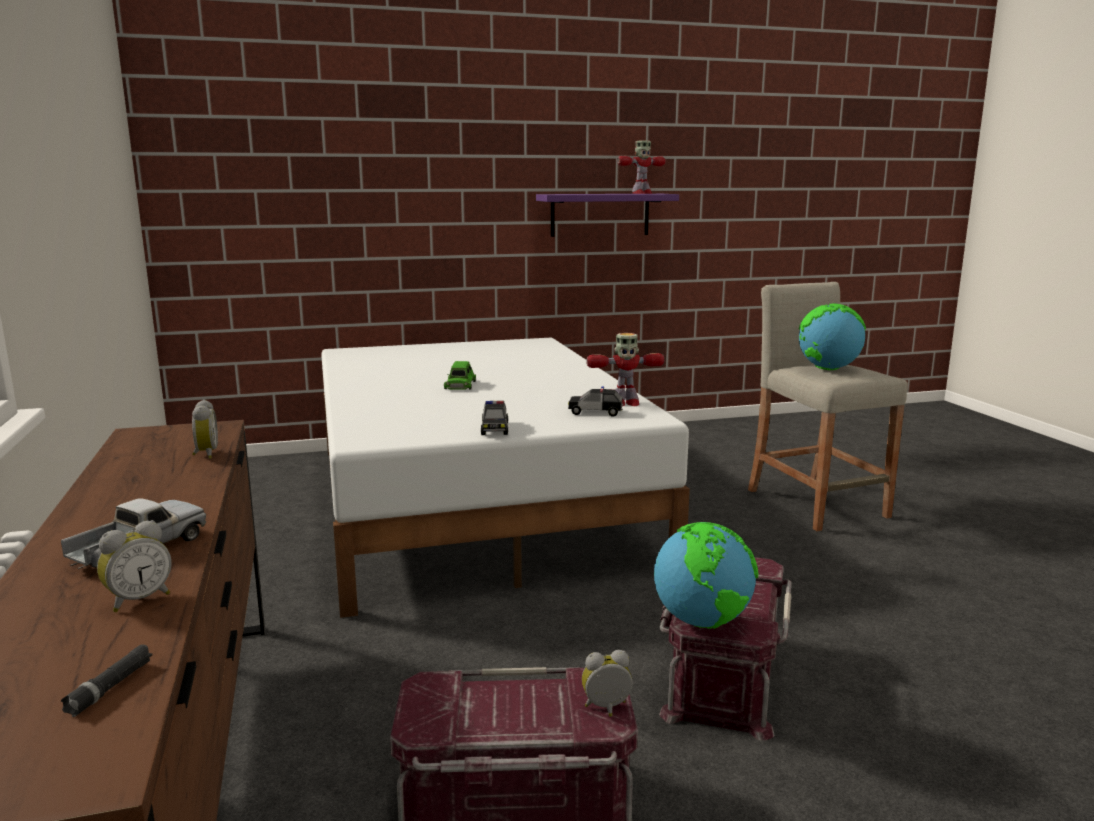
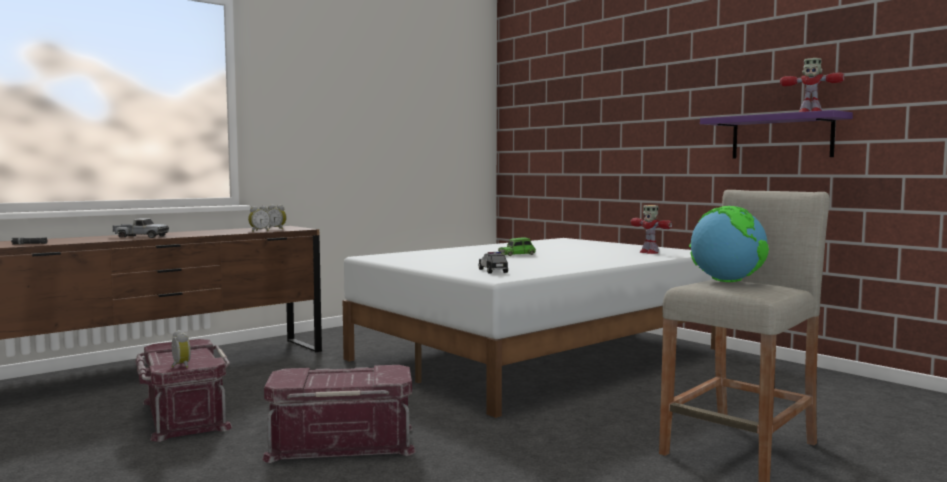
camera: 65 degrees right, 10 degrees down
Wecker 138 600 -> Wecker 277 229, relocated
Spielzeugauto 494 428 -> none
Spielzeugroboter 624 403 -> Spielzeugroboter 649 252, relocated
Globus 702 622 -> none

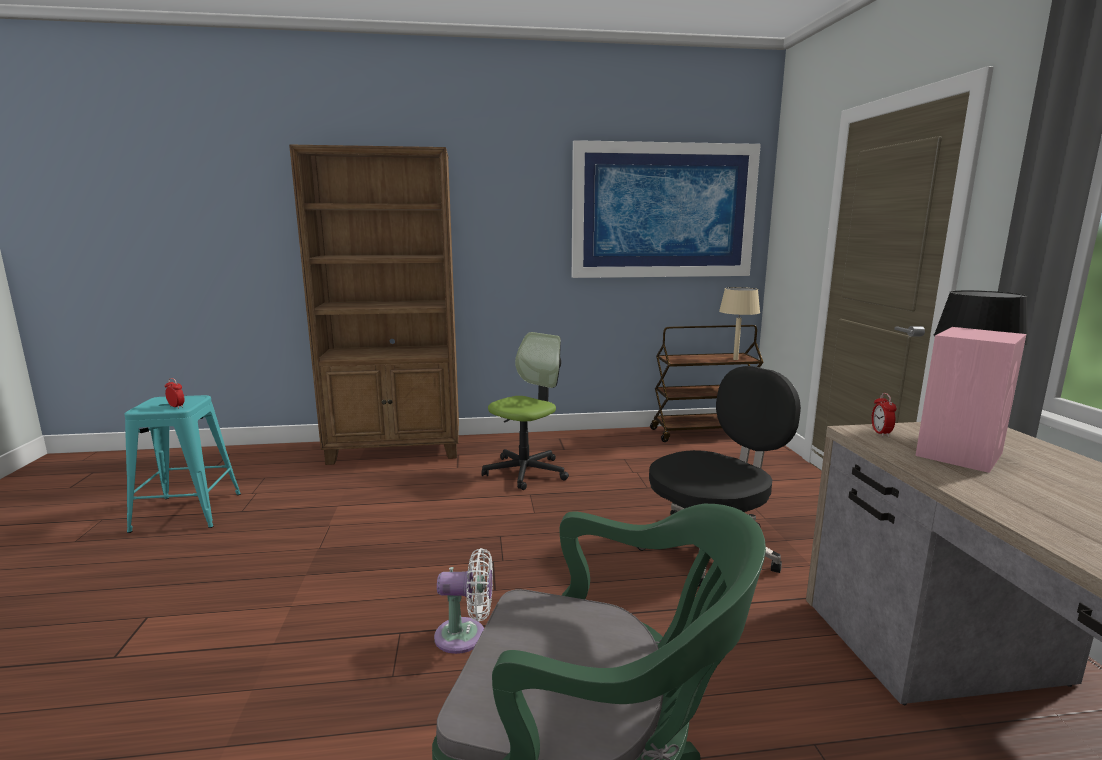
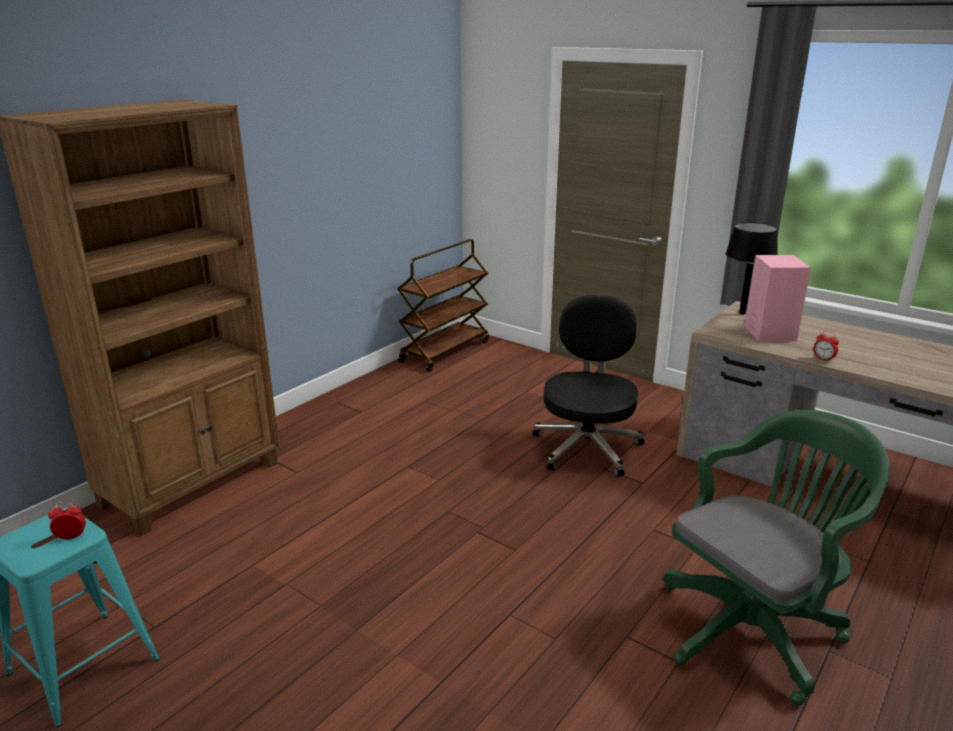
camera: 45 degrees left, 10 degrees up
Ventilator/weiß 466 636 -> none
Bürostuhl 525 472 -> none
Bild 663 211 -> none
Tischlampe/beige 735 359 -> none
Wecker 880 433 -> Wecker 823 359, relocated

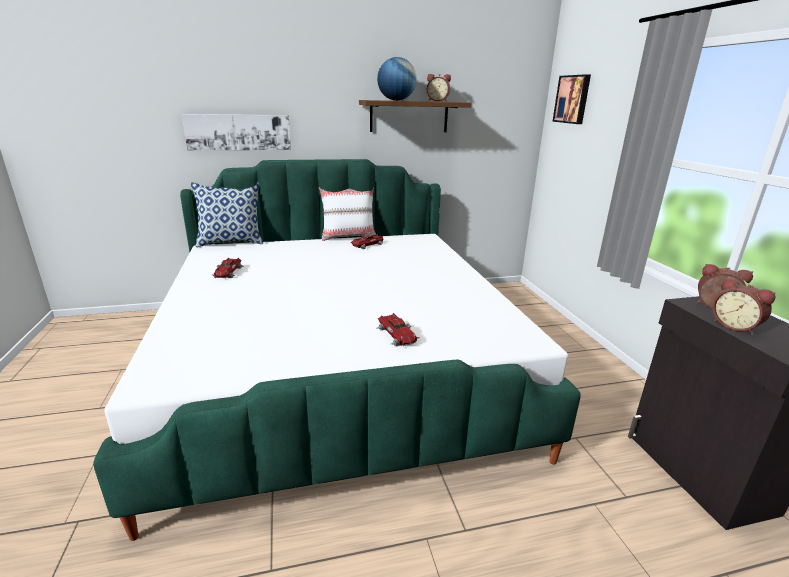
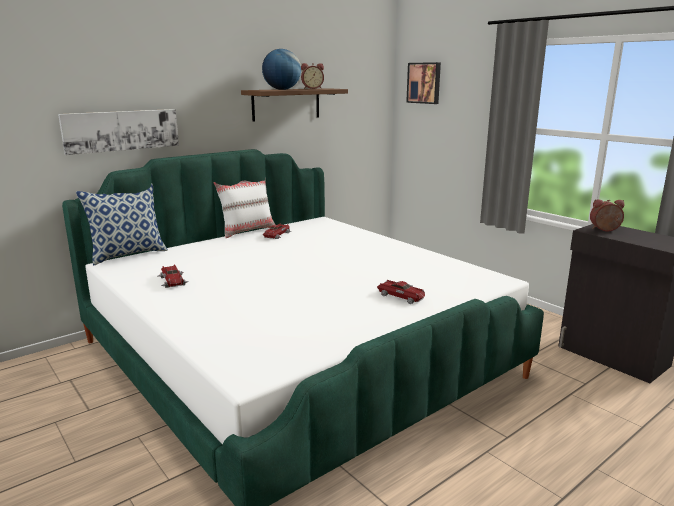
camera: 25 degrees left, 5 degrees down
Wecker 735 326 -> none

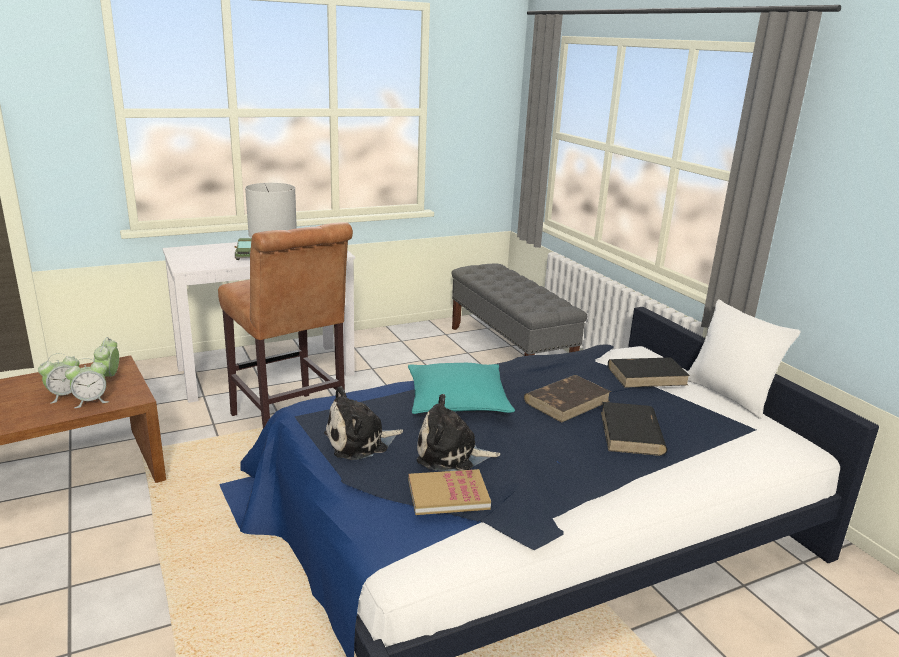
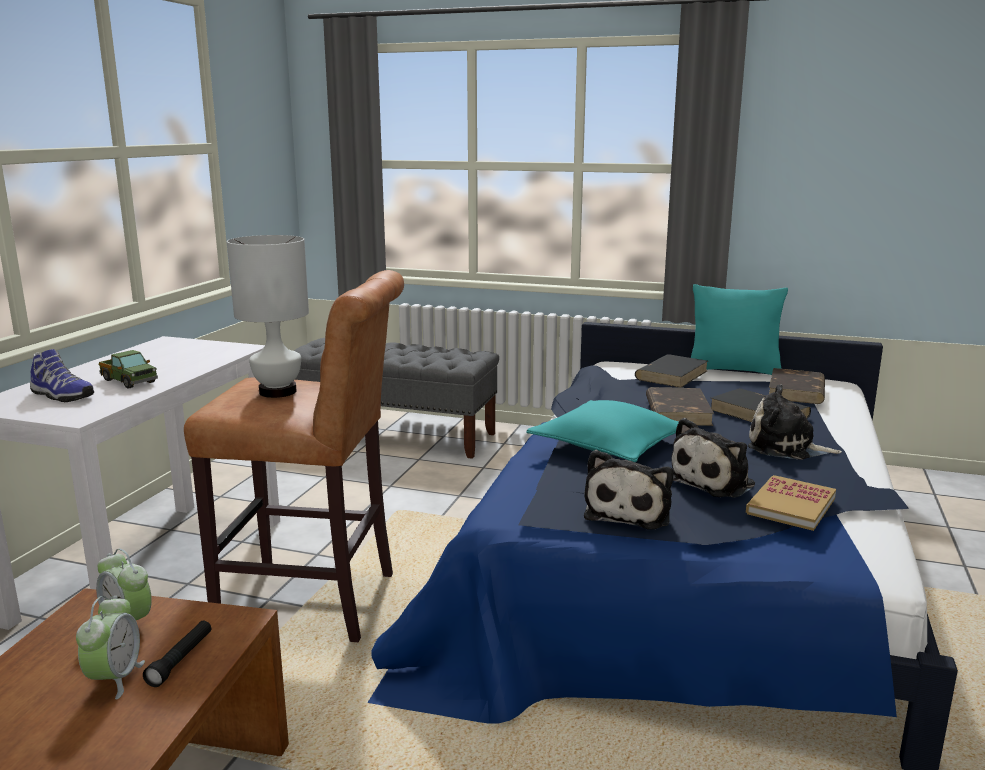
camera: 45 degrees left, 5 degrees down
Wecker 91 401 -> Taschenlampe/schwarz 181 660
Kissen/weiß 728 396 -> Kissen/türkis 733 370
none -> Schuh 60 396
none -> Plüschtier 786 447
none -> Buch/braun 796 391

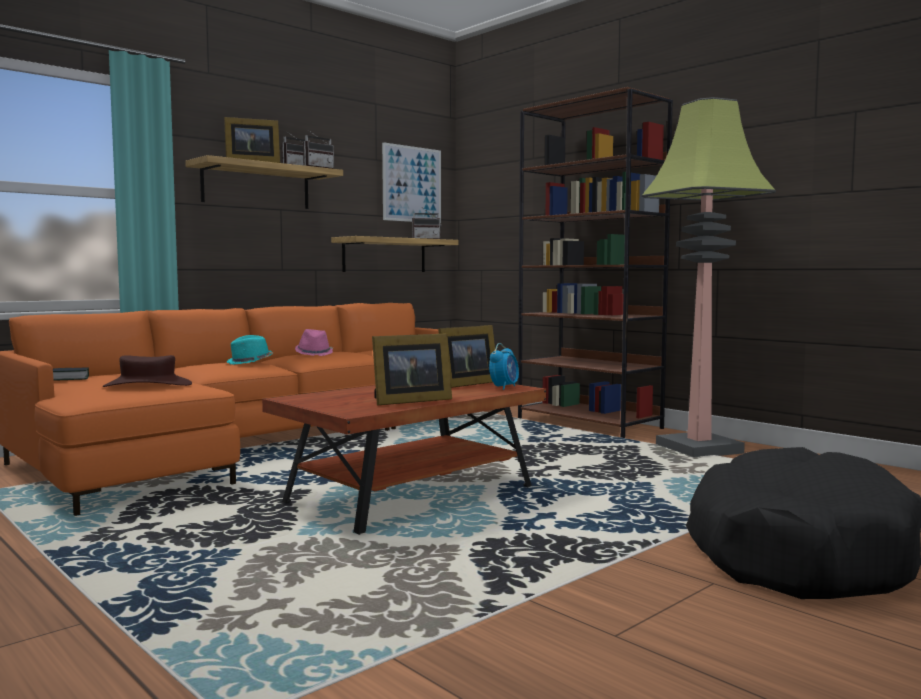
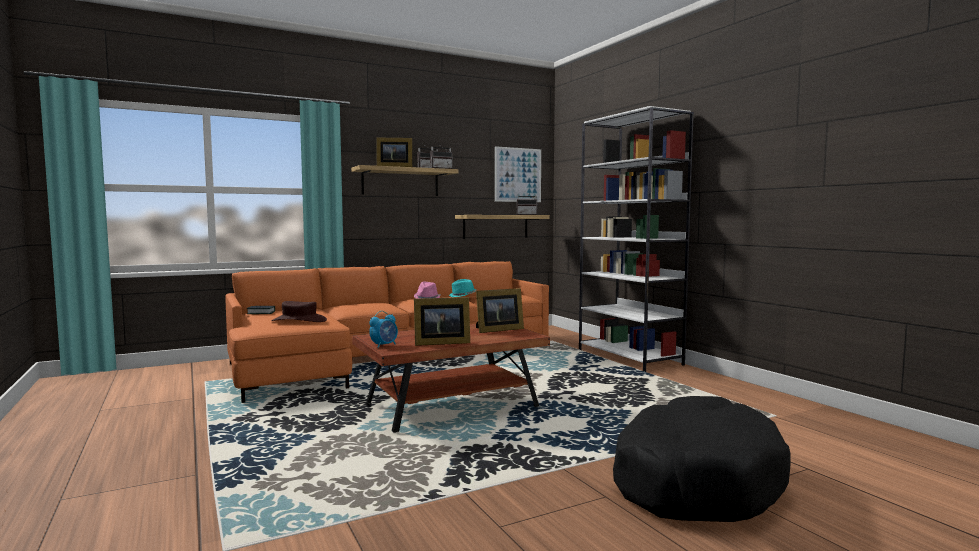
camera: 15 degrees right, 0 degrees up
Hut/türkis 250 362 -> Hut/türkis 463 296, relocated
Wecker 504 387 -> Wecker 384 345, relocated
Bücherregal/braun 589 423 -> Bücherregal/weiß 629 357
Stehlampe 700 449 -> none

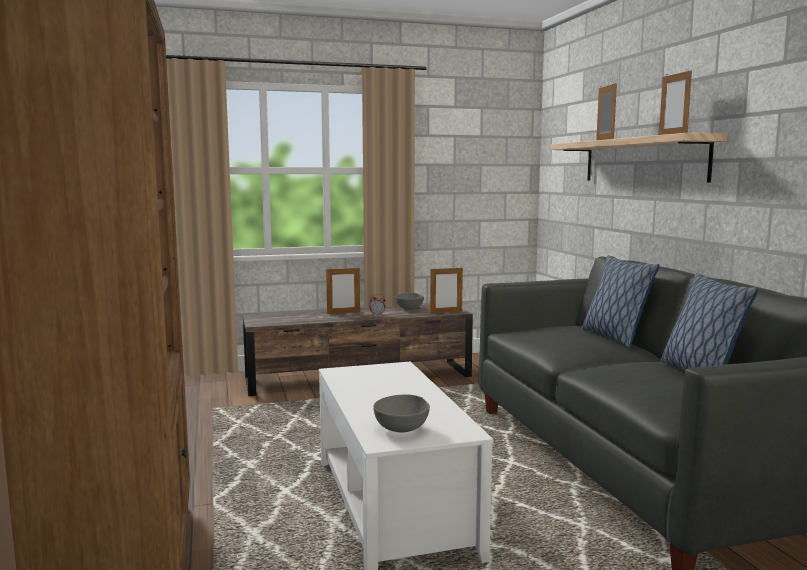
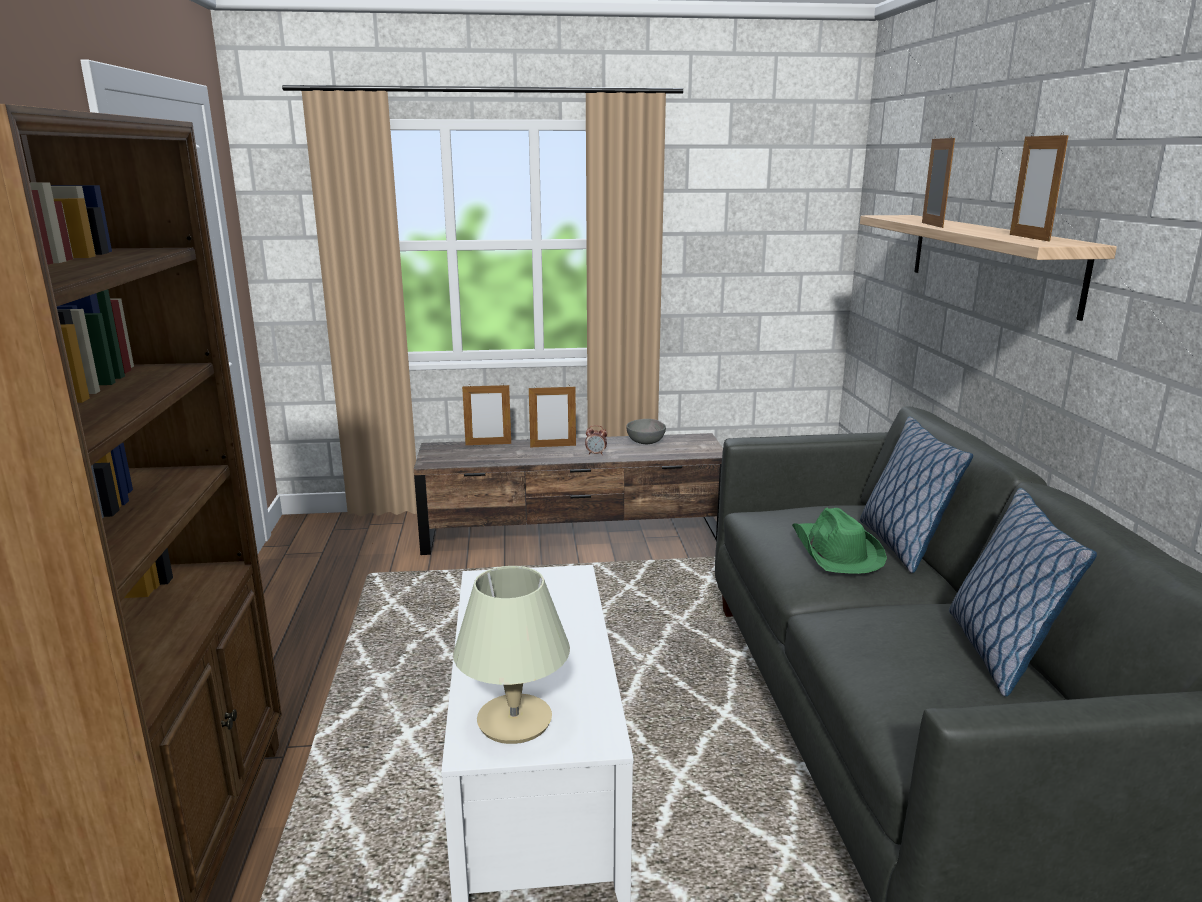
camera: 10 degrees right, 10 degrees up
Schüssel/grau 403 429 -> Tischlampe/beige 515 721
Bilderrahmen 446 312 -> Bilderrahmen 488 444, relocated
none -> Hut/grün 835 551

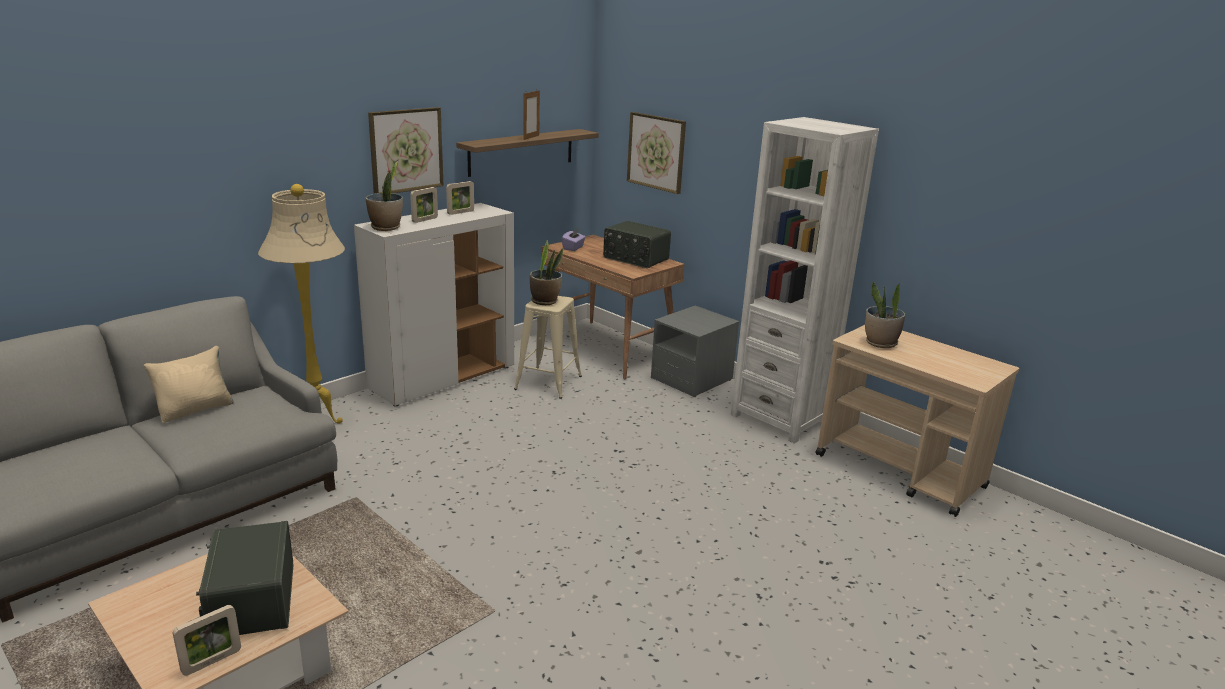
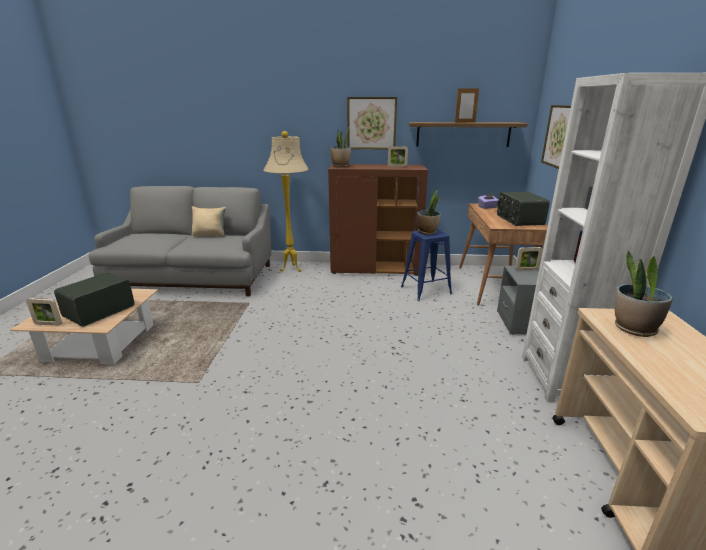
camera: 50 degrees right, 0 degrees up
Schrank/weiß 443 378 -> Schrank/braun 375 269
Bilderrahmen 425 220 -> Bilderrahmen 526 270, relocated
Hocker/beige 548 382 -> Hocker/blau 426 290

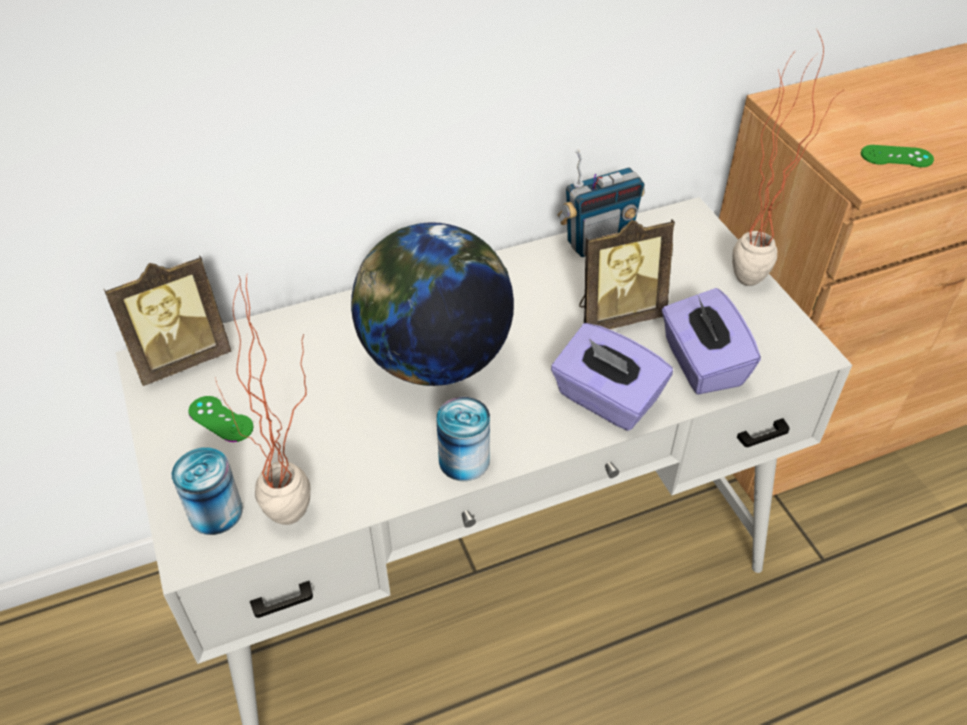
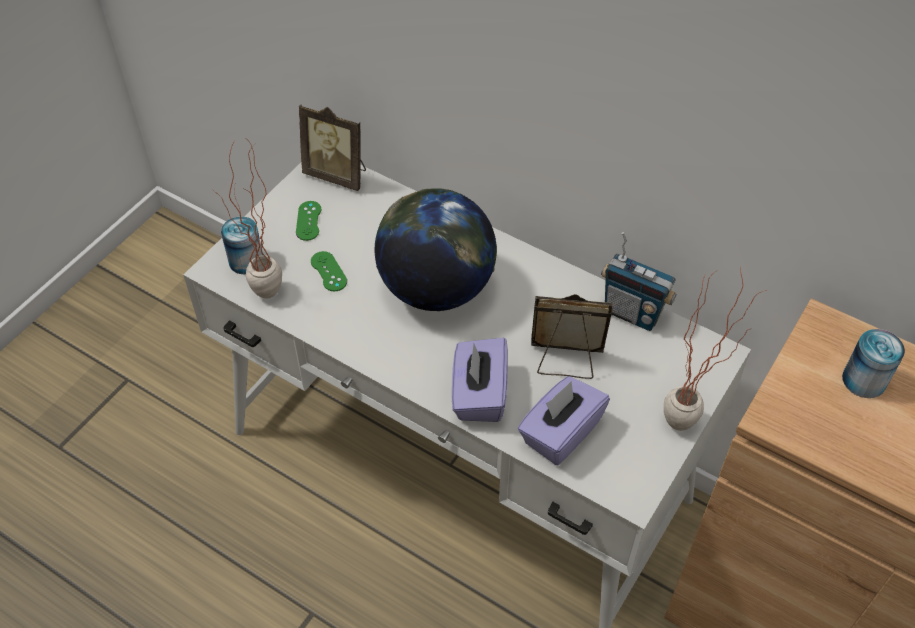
camera: 55 degrees right, 5 degrees up
Dose 464 460 -> Dose 864 380, relocated
Bilderrahmen 617 315 -> Bilderrahmen 565 362, 150 degrees clockwise
Gamepad/grün 896 157 -> Gamepad/grün 328 271, relocated

